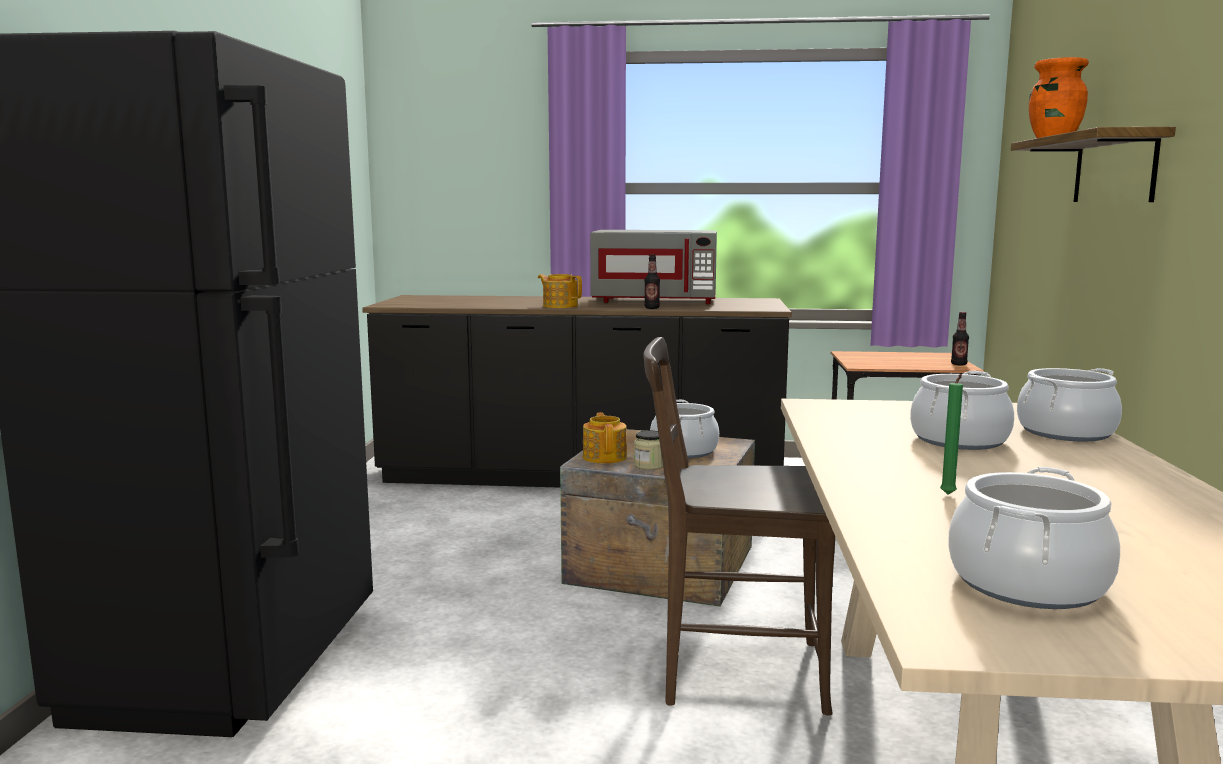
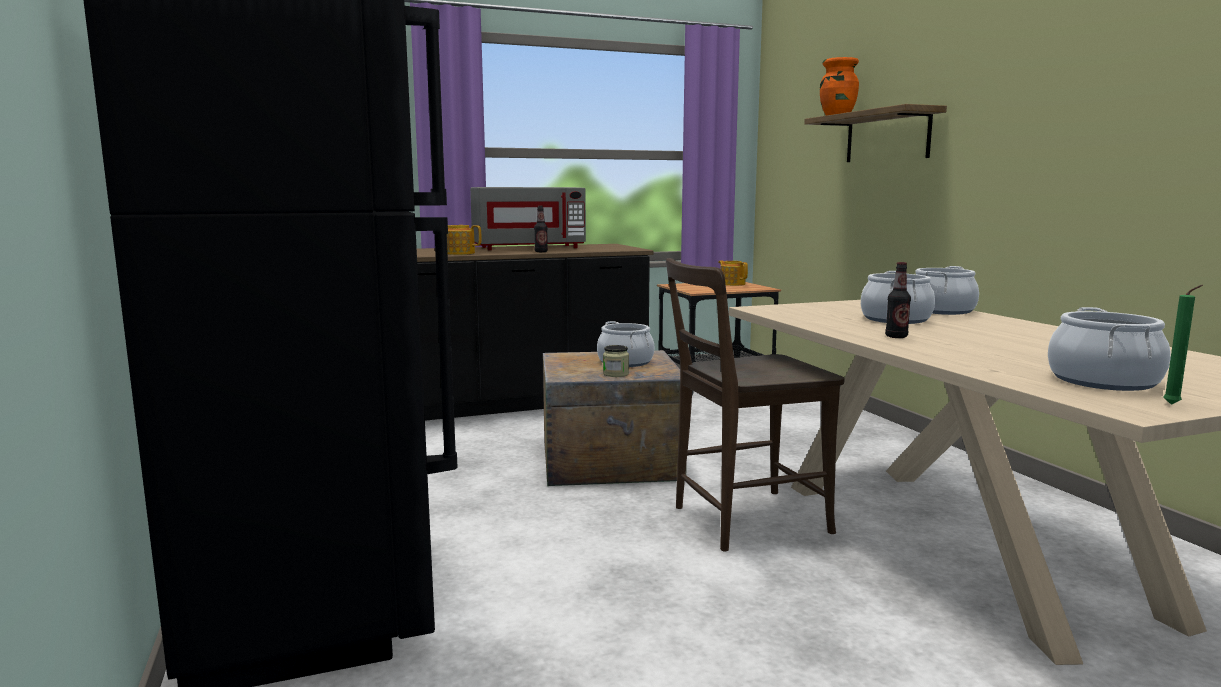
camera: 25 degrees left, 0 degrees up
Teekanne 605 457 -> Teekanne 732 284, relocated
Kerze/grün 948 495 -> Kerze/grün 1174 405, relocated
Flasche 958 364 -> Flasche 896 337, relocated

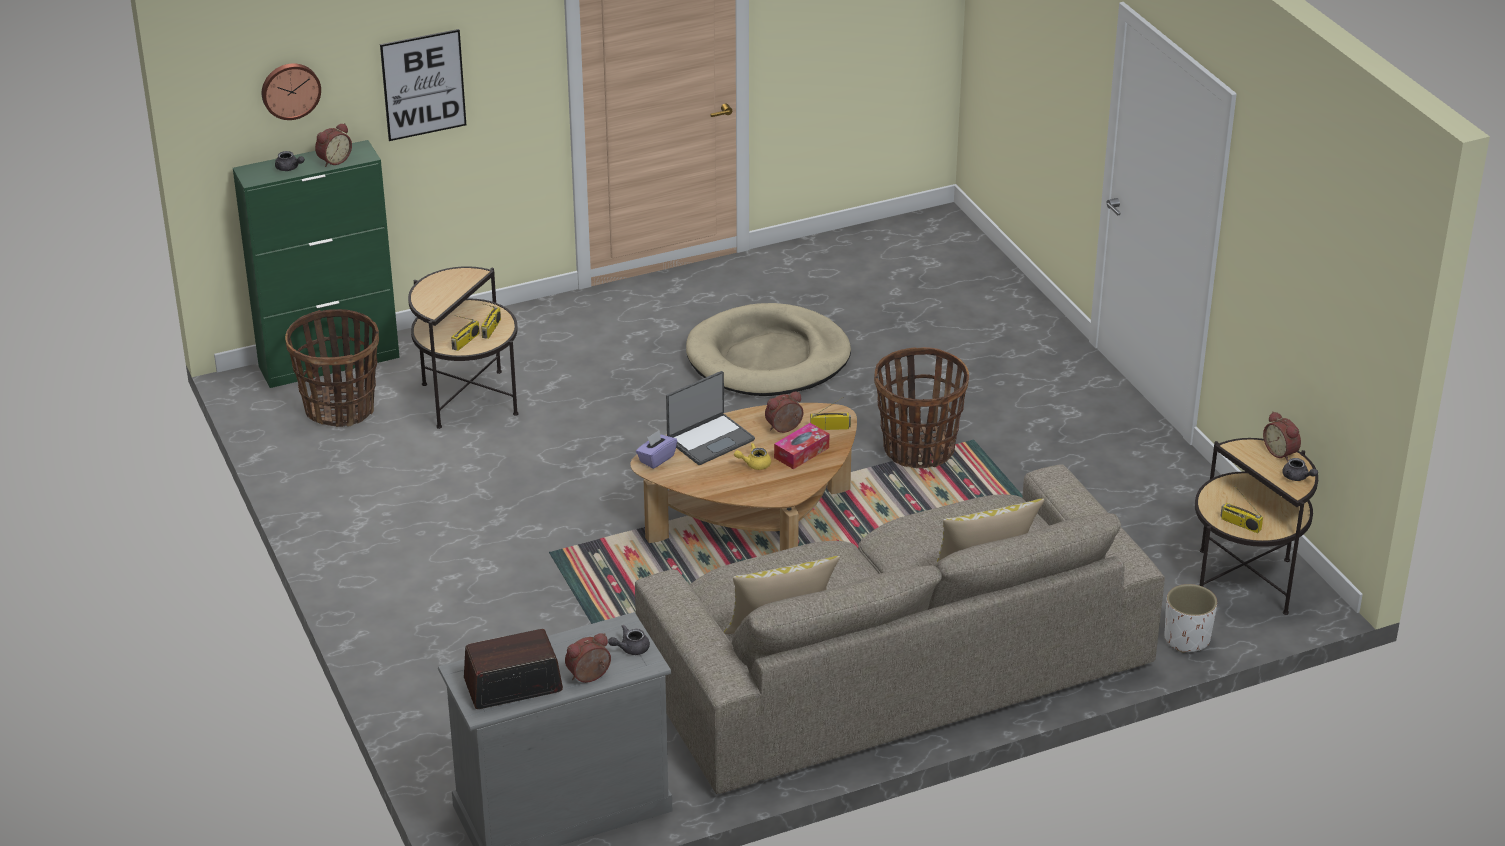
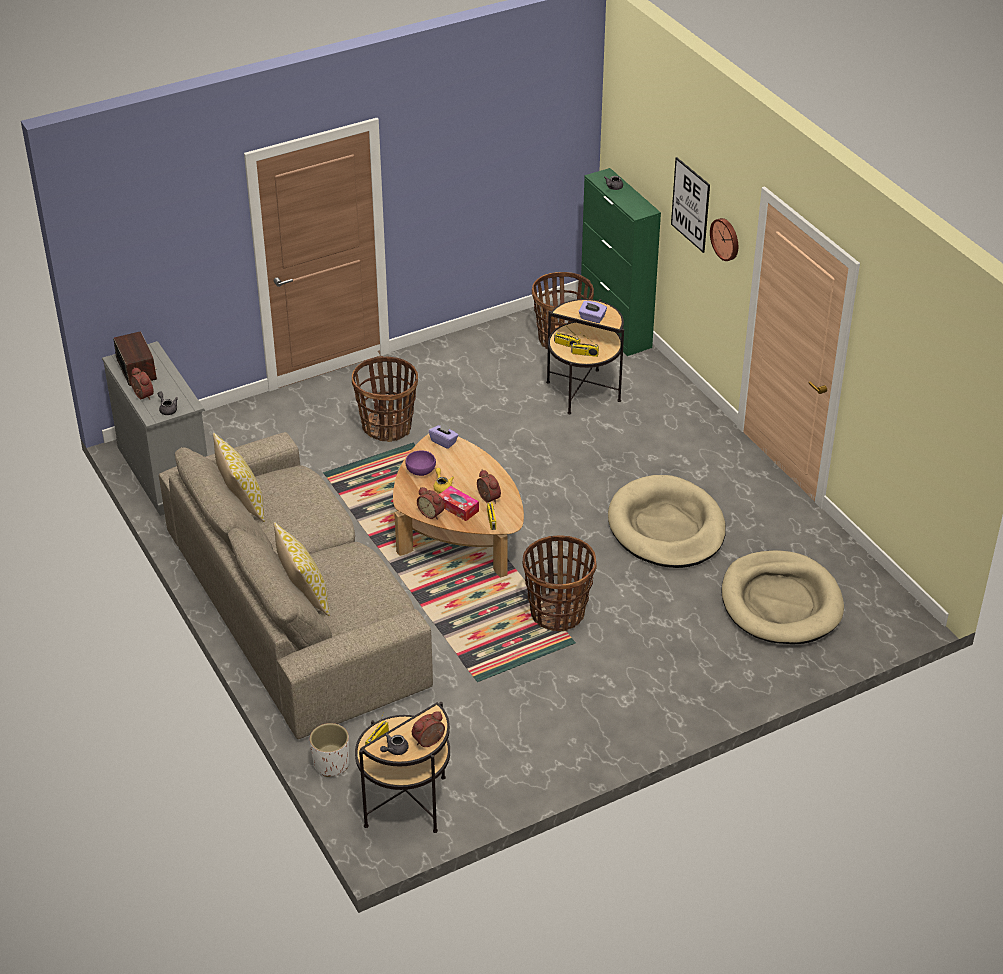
camera: 85 degrees right, 5 degrees up
Wanduhr 290 90 -> Wanduhr 726 239, relocated
Wecker 333 160 -> Wecker 431 513, relocated
Laptop 710 440 -> none
none -> Korb 387 427
none -> Schüssel/lila 420 470
none -> Taschentuchbox/lila 592 318
none -> Hundebett/beige 780 602

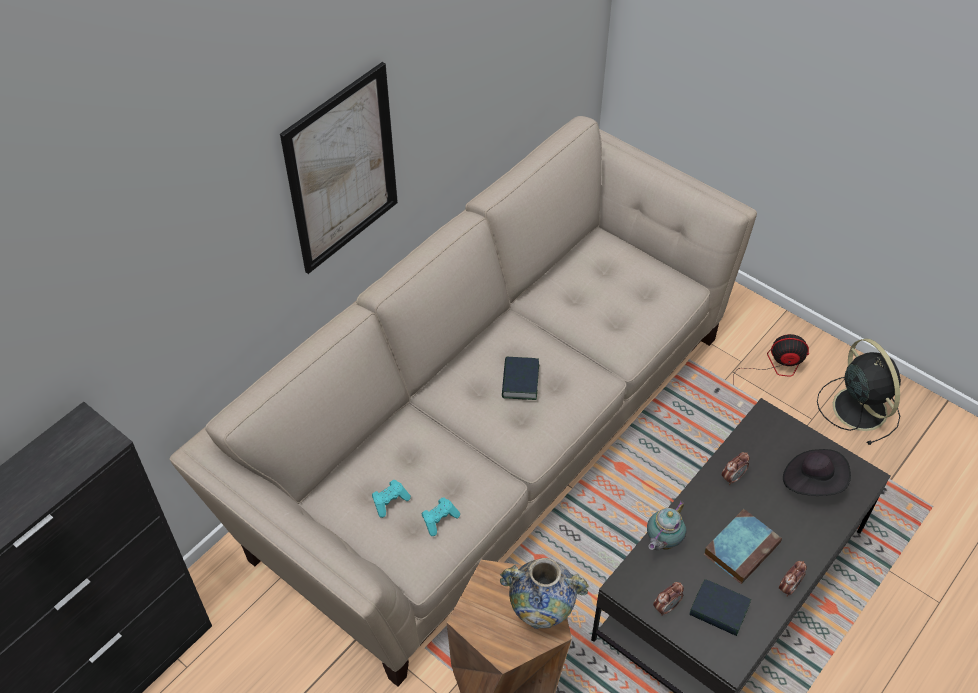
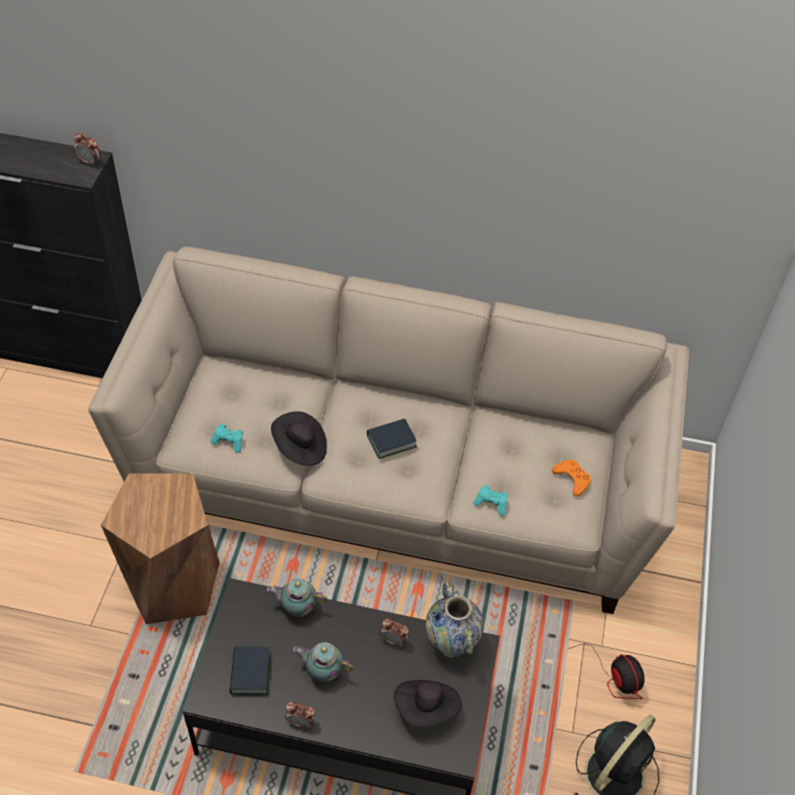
camera: 60 degrees right, 0 degrees up
Bild 342 170 -> none
Gamepad/türkis 390 501 -> Gamepad/türkis 491 503, relocated
Vase 541 615 -> Vase 451 644, relocated
Wecker 666 607 -> Wecker 90 162, relocated
Buch 741 547 -> Teekanne 323 671
none -> Hut/schwarz 300 448
none -> Gamepad/orange 572 479

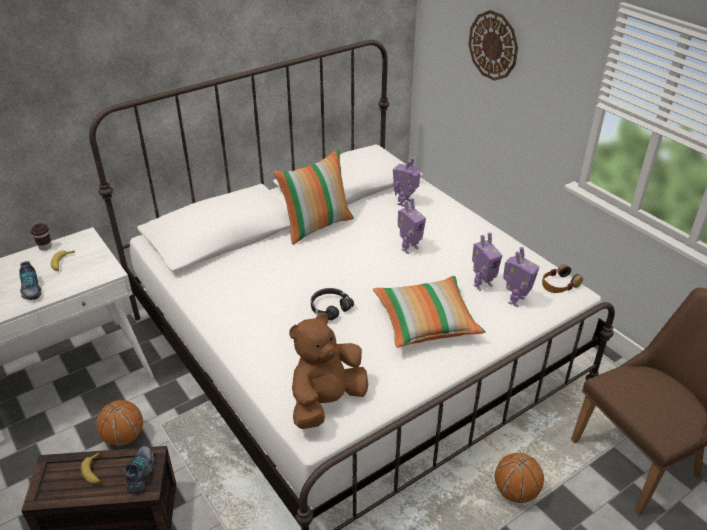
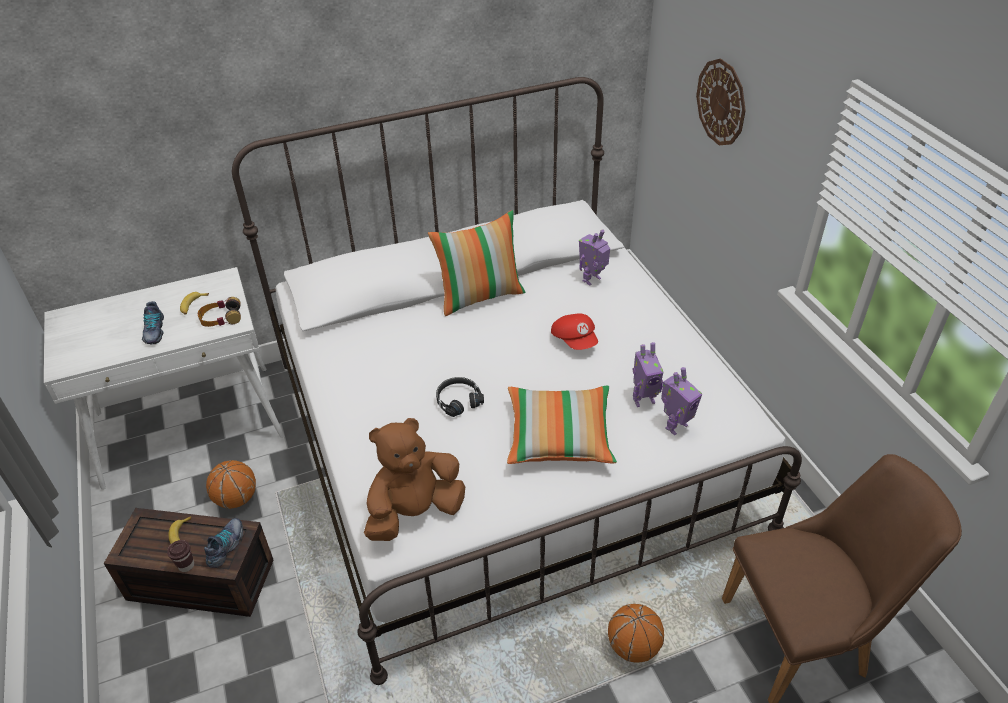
camera: 15 degrees right, 5 degrees up
Tasse/braun 45 247 -> Tasse/braun 186 565, relocated
Spielzeugroboter 409 248 -> Kappe/rot 575 340
Kopfhörer 559 284 -> Kopfhörer 221 318, relocated

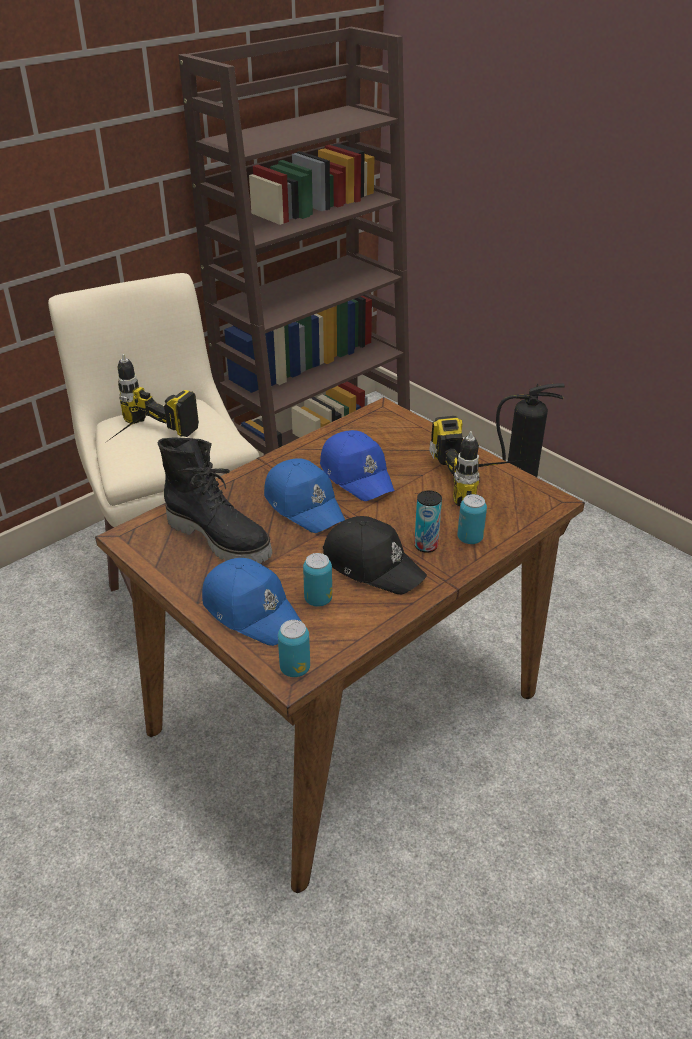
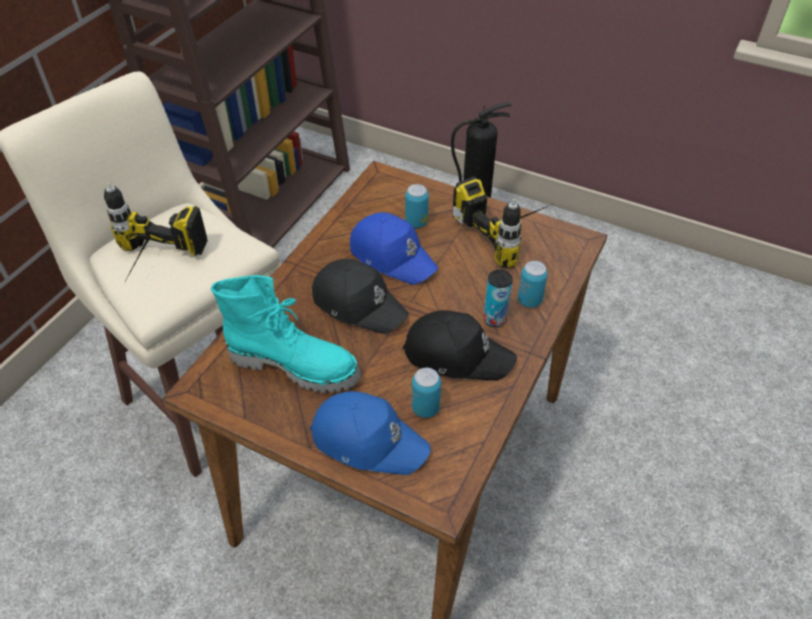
camera: 20 degrees left, 10 degrees up
Stiefel/schwarz 220 538 -> Stiefel/türkis 295 365
Kappe/blau 304 504 -> Kappe/schwarz 358 303
Dose 295 668 -> Dose 416 222, relocated

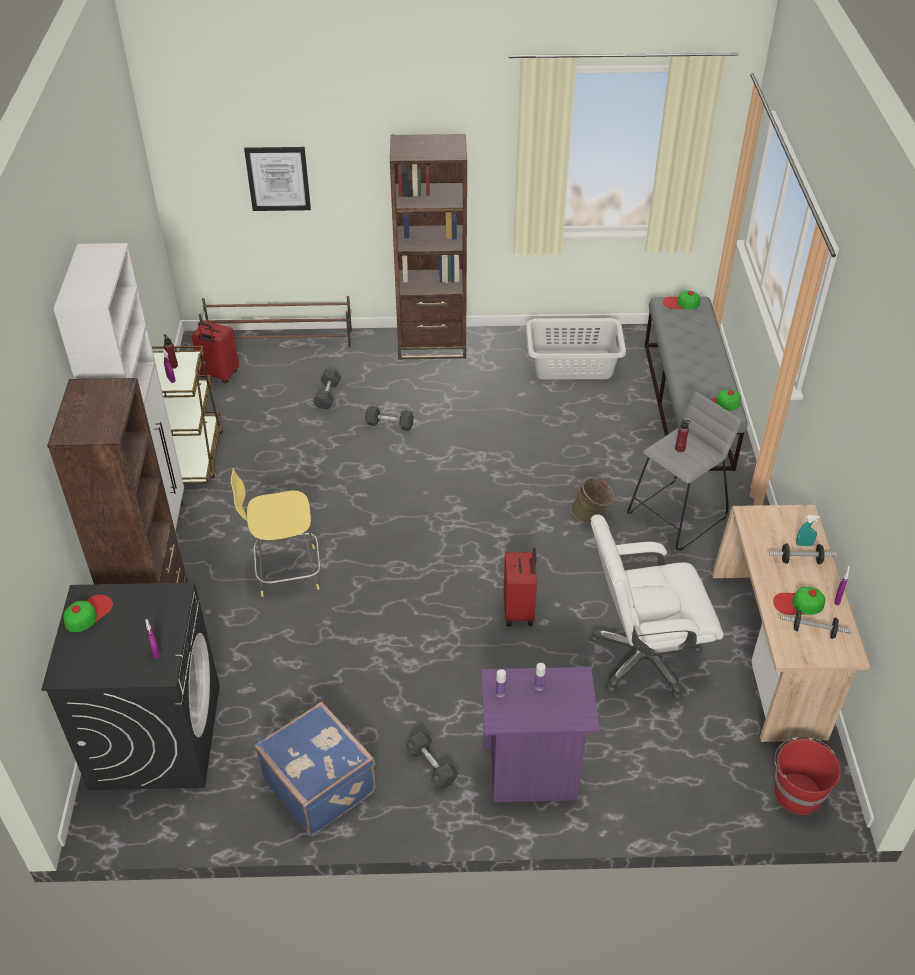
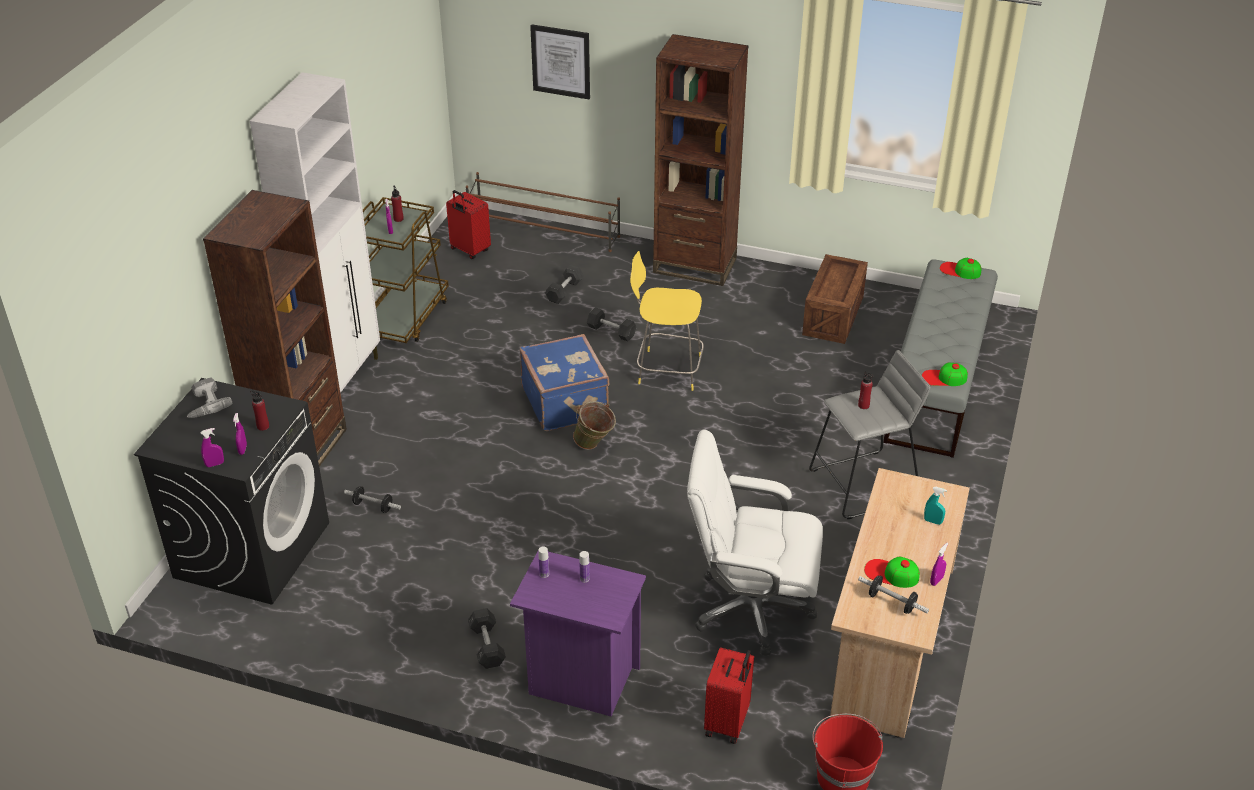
camera: 20 degrees right, 5 degrees down
Kappe 88 613 -> Bohrmaschine 204 404
Hocker/gelb 285 572 -> Hocker/gelb 667 369, relocated
Koffer/blau 320 783 -> Koffer/blau 566 402, relocated
Koffer/rot 519 611 -> Koffer/rot 728 722, relocated
Wäschekorb/grau 573 365 -> Kiste 833 316
Eimer/grün 591 517 -> Eimer/grün 594 446, relocated
Hantel 800 560 -> Hantel 373 506, relocated
none -> Sprühflasche/lila 215 464
none -> Flasche/rot 263 426

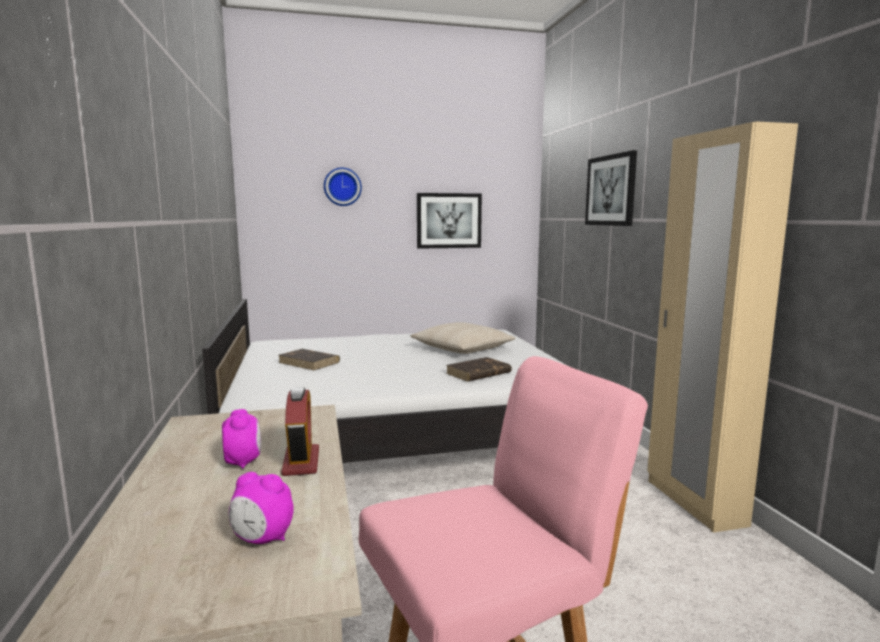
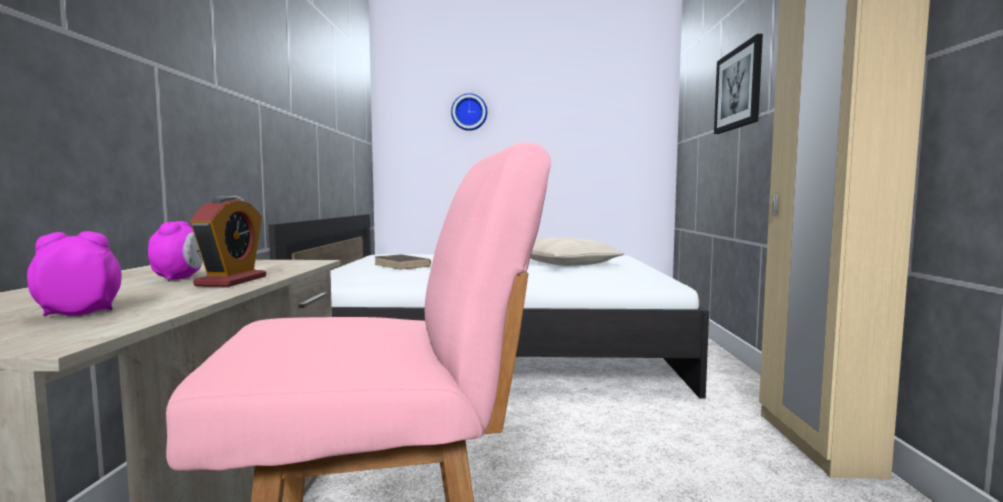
camera: 15 degrees right, 5 degrees down
Wecker 262 539 -> Wecker 79 313, 120 degrees clockwise
Bild 449 220 -> none
Buch/braun 478 373 -> none

